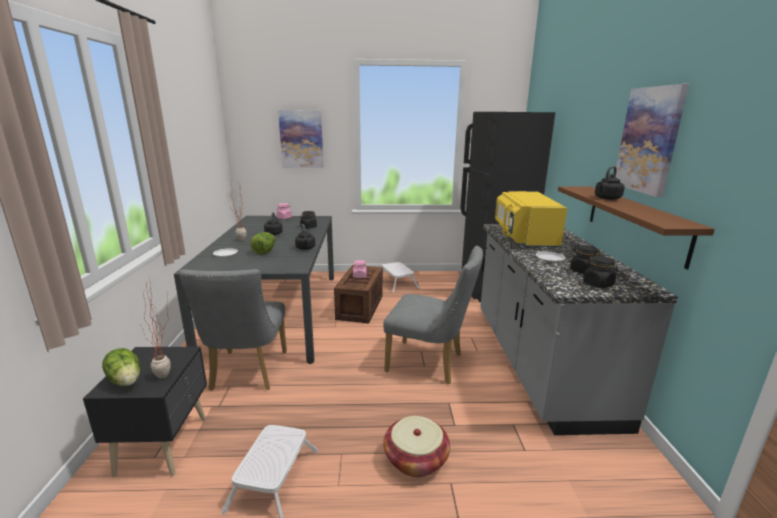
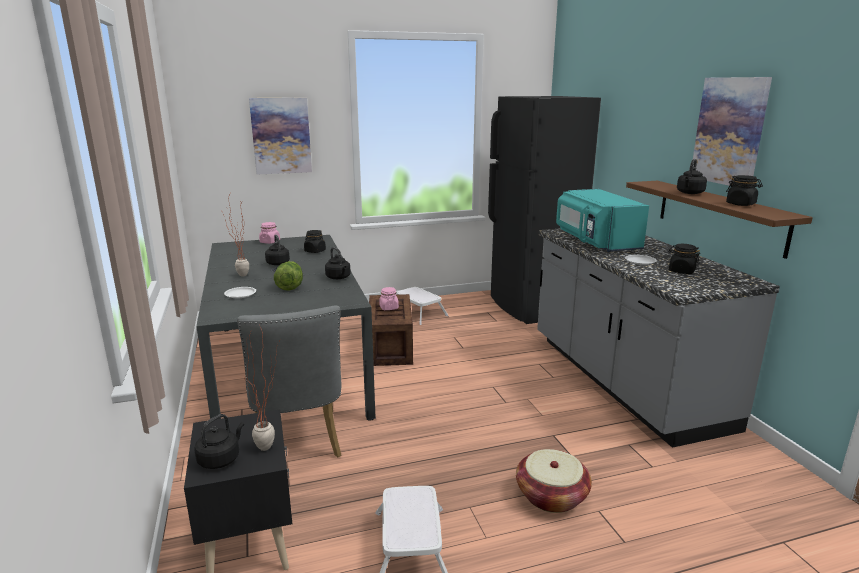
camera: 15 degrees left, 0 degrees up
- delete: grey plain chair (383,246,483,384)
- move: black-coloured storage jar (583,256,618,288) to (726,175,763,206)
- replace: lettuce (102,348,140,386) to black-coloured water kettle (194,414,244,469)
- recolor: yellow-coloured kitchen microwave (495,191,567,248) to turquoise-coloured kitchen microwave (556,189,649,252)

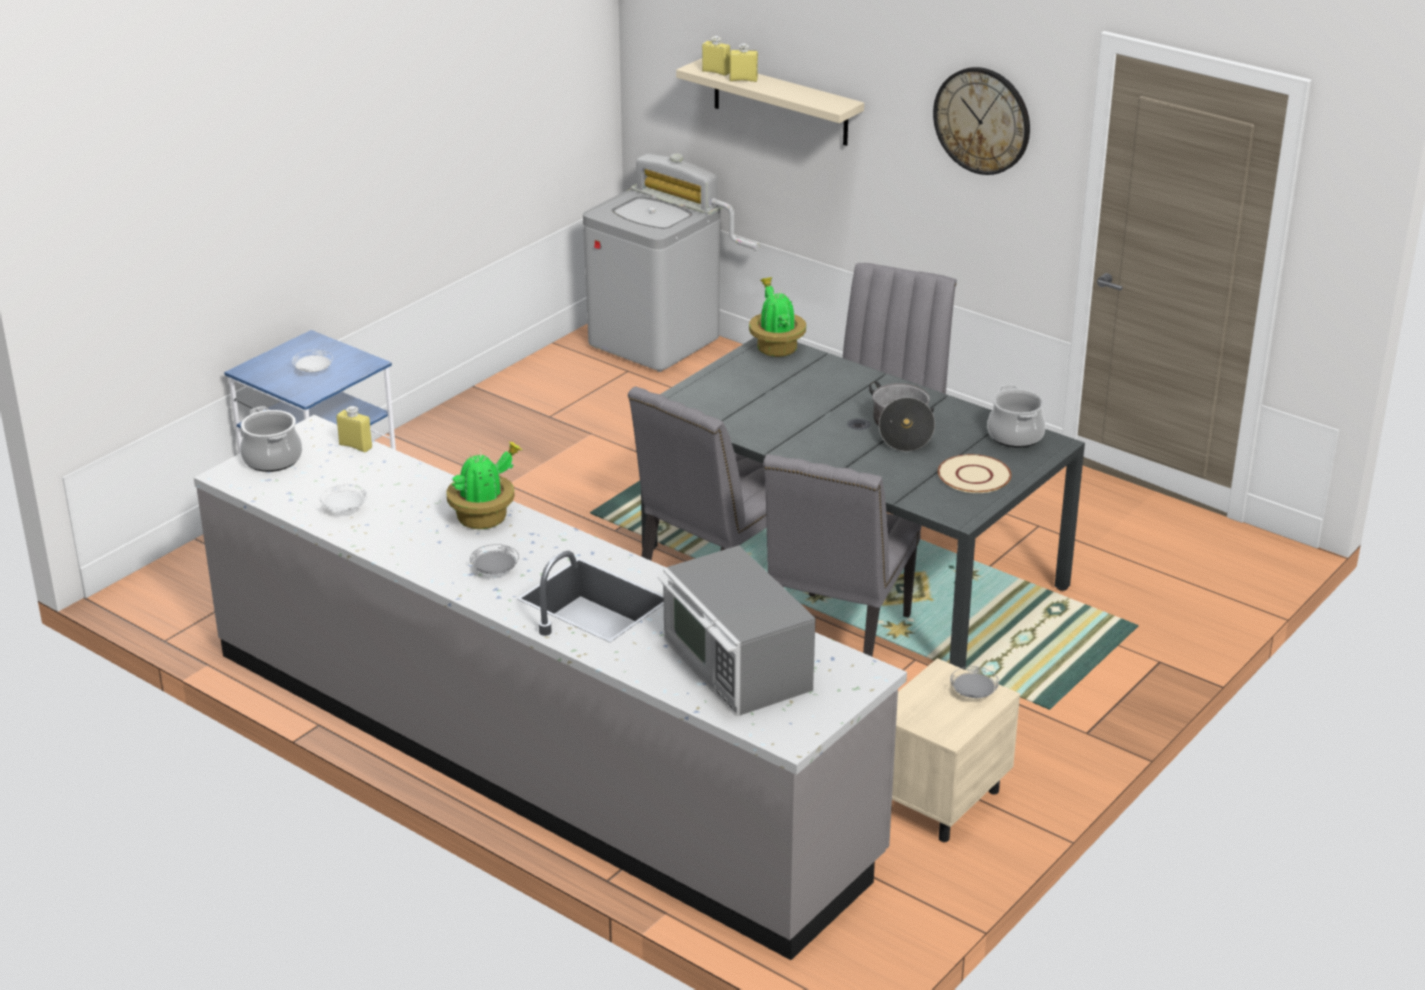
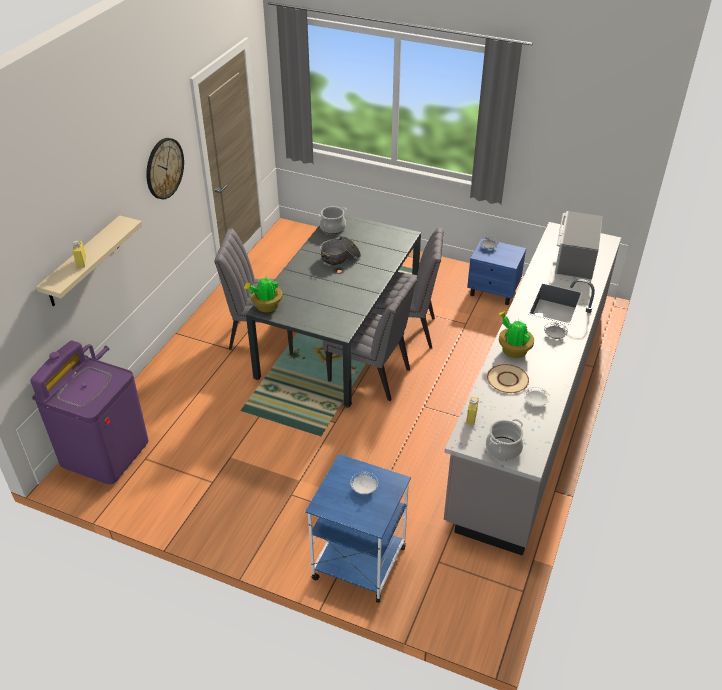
camera: 105 degrees left, 10 degrees up
- delete: yellow-coloured bottle (702,36,730,76)
- move: beige-coloured plate (938,454,1011,493) to (487,364,529,393)
- recolor: grey washing machine (583,154,760,372) to purple washing machine (30,340,149,484)
- recolor: beige-coloured bedside table (892,658,1020,842) to blue-coloured bedside table (467,238,526,305)
- rotate: kitchen microwave (657,545,815,716) = (555,211,603,280) 150 degrees clockwise

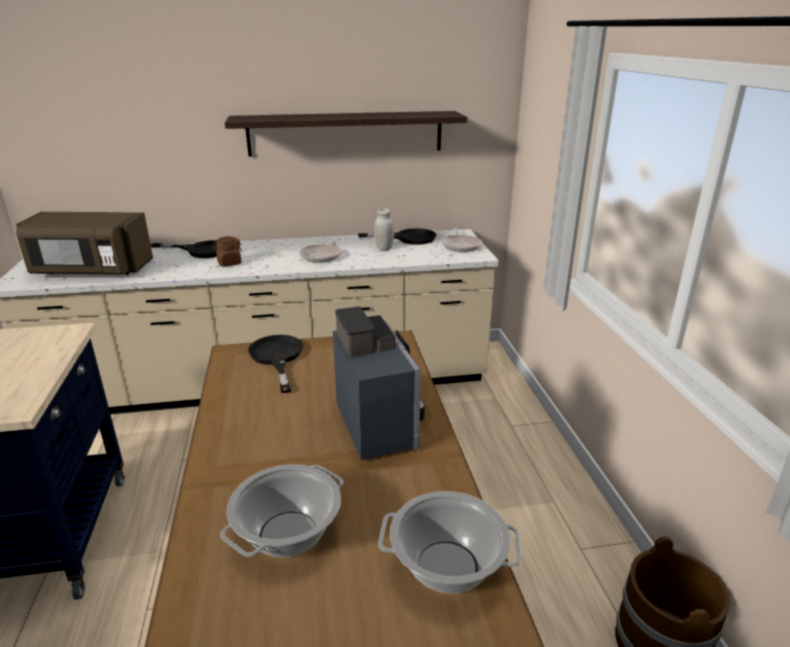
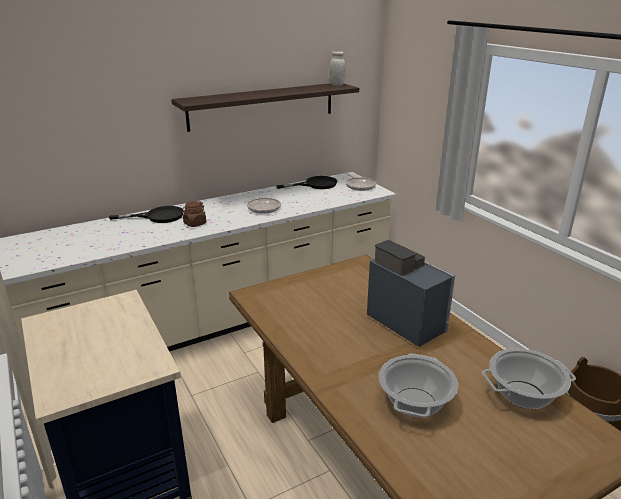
camera: 20 degrees left, 0 degrees up
- delete: brown-coloured kitchen microwave (16,212,153,275)
- delete: black-coloured pan (248,335,303,393)
- move: white storage jar (374,208,394,250) to (329,51,346,86)

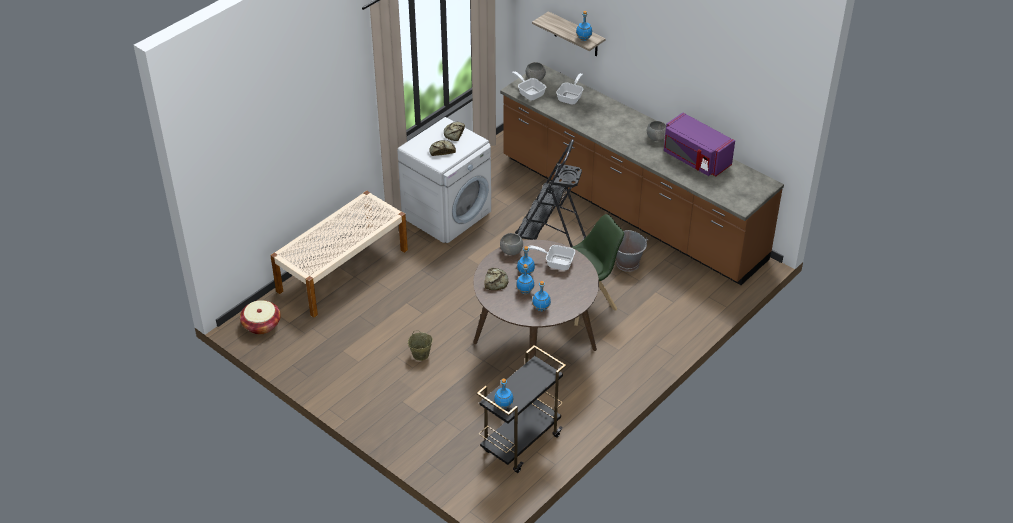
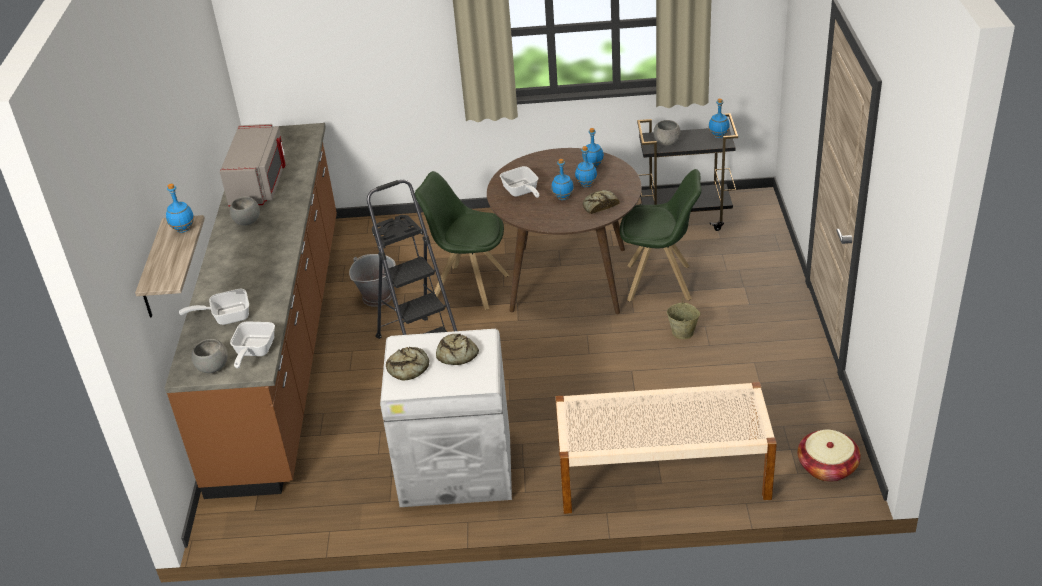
camera: 130 degrees left, 5 degrees down
- insert: green-coloured plain chair (620,169,701,302)
- move: grey deep dish (500,233,523,255) to (654,120,681,146)
- recolor: purple kitchen microwave (664,113,735,176) to grey kitchen microwave (220,124,286,207)

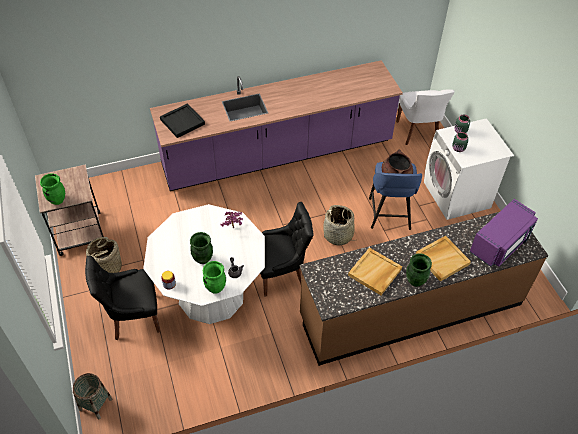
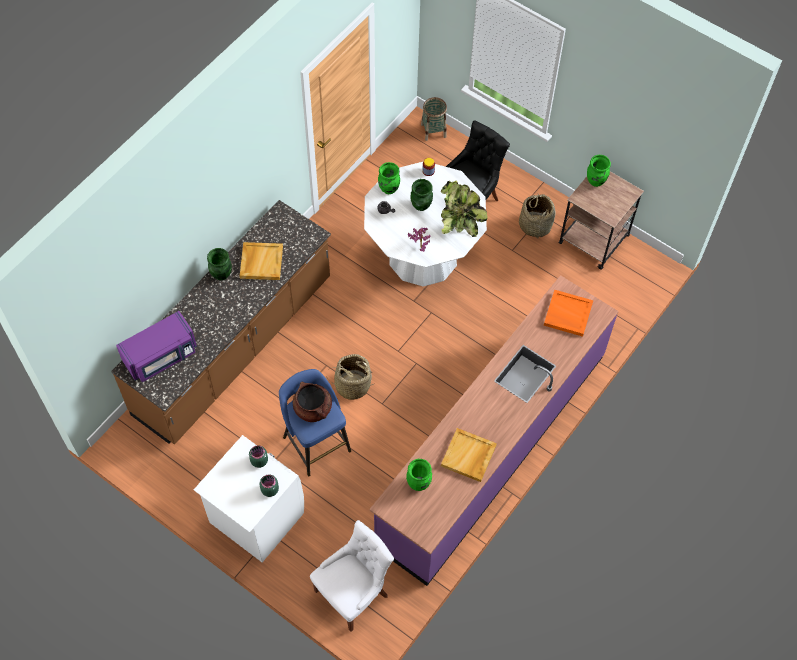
camera: 145 degrees right, 10 degrees up
- delete: black-coloured plain chair (260,202,314,297)
- insert: green-coloured flower vase (406,459,432,491)
- insert: plant in a pot (441,181,488,237)
- move: beige-coloured serving tray (416,236,471,282) to (441,428,497,482)
- recolor: black-coloured serving tray (160,104,205,138) to orangey serving tray (544,290,593,337)
- rotate: white plain chair (396,89,455,145) = (310,520,394,632) 90 degrees clockwise
- rotate: purple kitchen microwave (470,199,538,267) = (116,311,197,382) 135 degrees counterclockwise

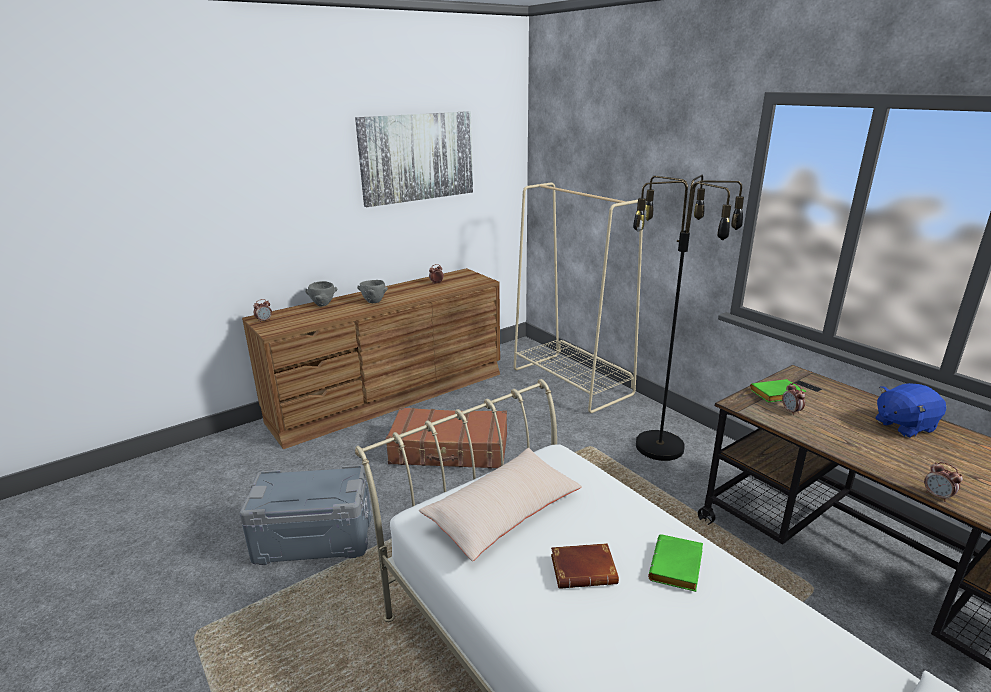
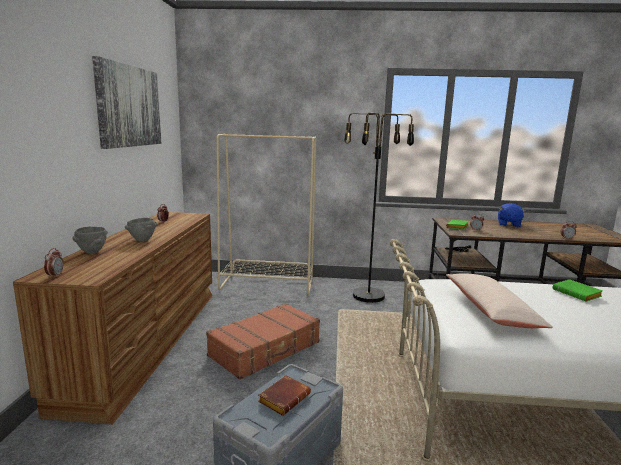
camera: 50 degrees left, 10 degrees down
- move: brown-coloured book (551,543,619,589) to (258,375,311,416)

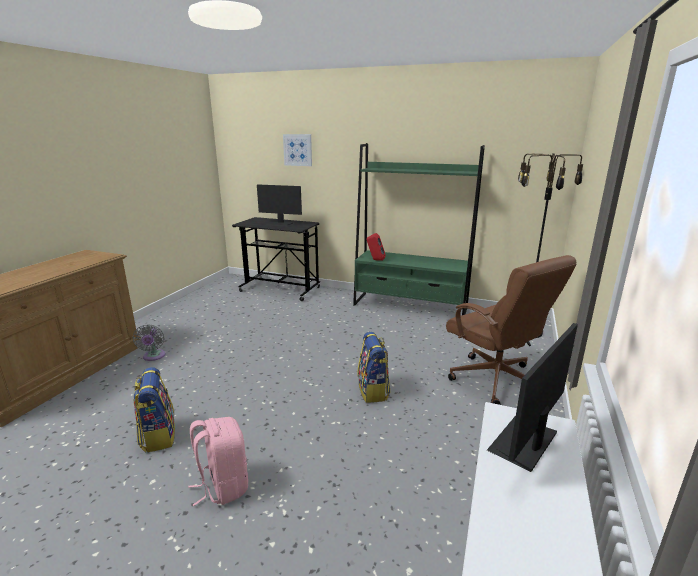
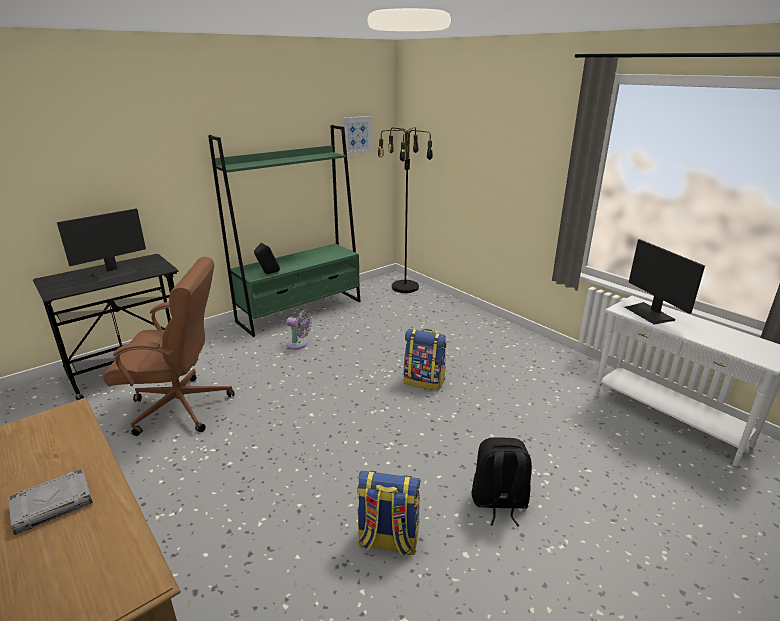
camera: 60 degrees left, 5 degrees up
- insert: grey book (8,469,93,535)
- move: grey fan (132,324,166,361) to (286,310,312,349)
- move: wall art (283,134,312,166) to (342,116,372,155)
- move: brown-coloured desk chair (446,255,576,405) to (103,257,235,436)
- recolor: pink-coloured knapsack (188,417,248,506) to black-coloured knapsack (471,437,532,526)
- recolor: reddish audio speaker (367,233,386,261) to black-coloured audio speaker (254,243,280,274)

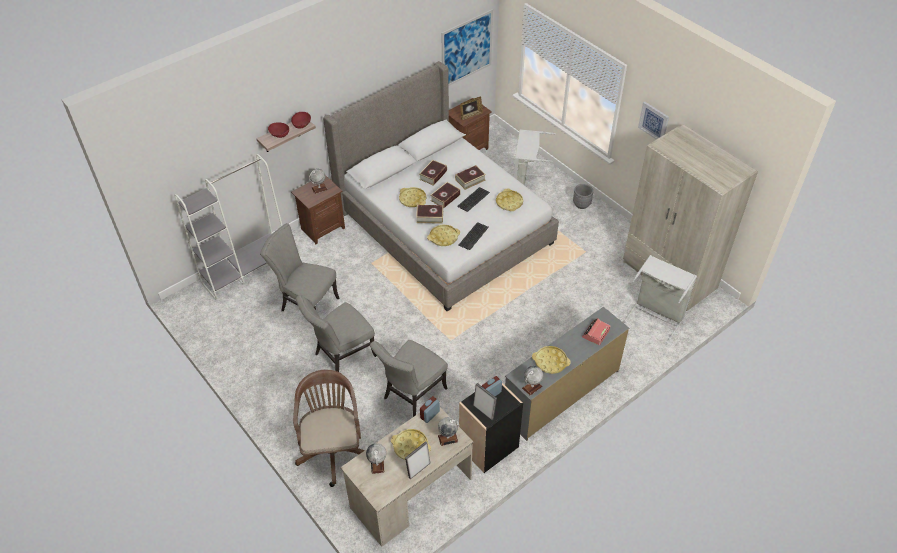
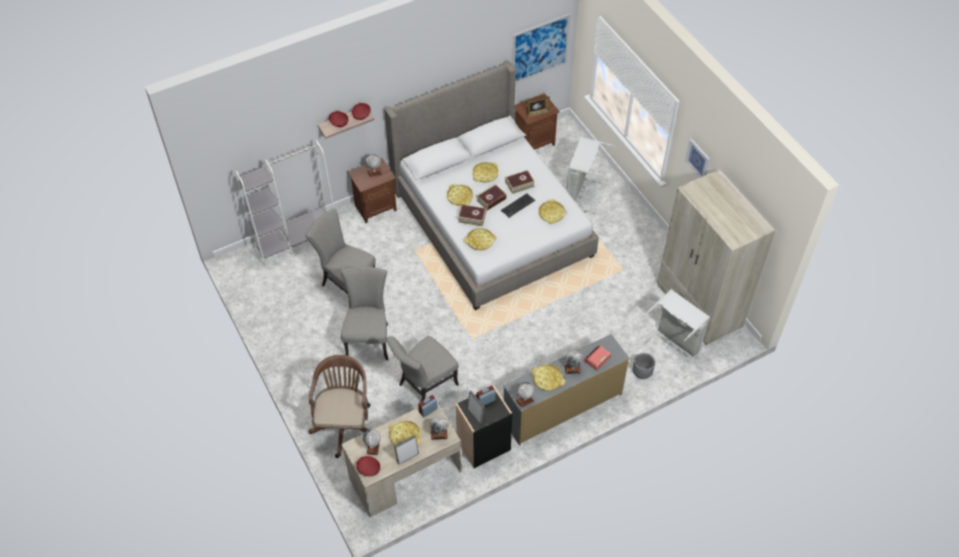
camera: 10 degrees right, 5 degrees up
- delete: keyboard (458,222,489,250)
- insert: reddish deep dish (357,456,380,476)
- insert: globe (564,351,584,374)
- move: grey flower pot (573,184,593,209) to (633,353,655,379)
- replace: book (419,160,447,186) to yellow-coloured serving tray (473,162,498,183)
- rotate: grey plain chair (296,295,377,372) = (341,266,388,360) 120 degrees clockwise

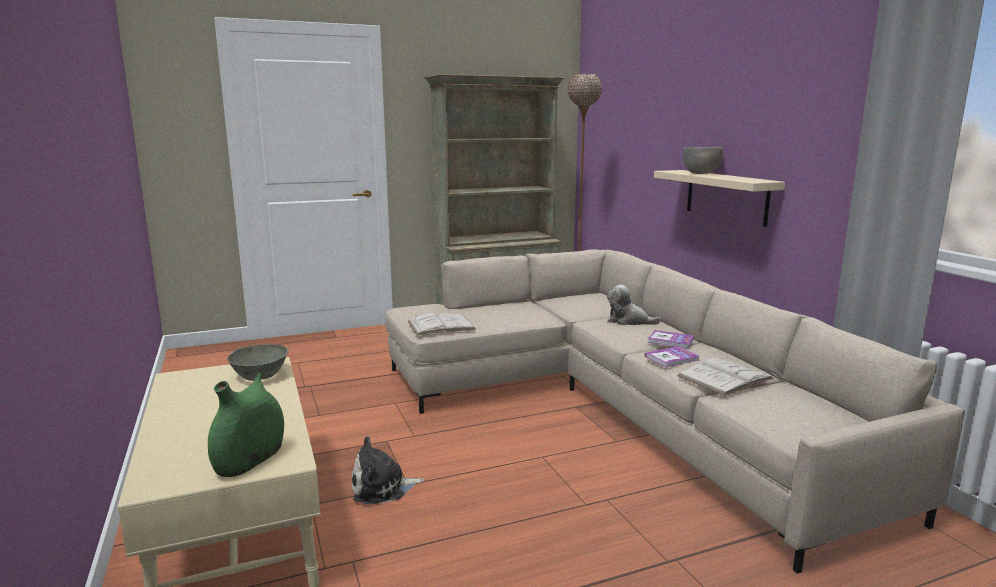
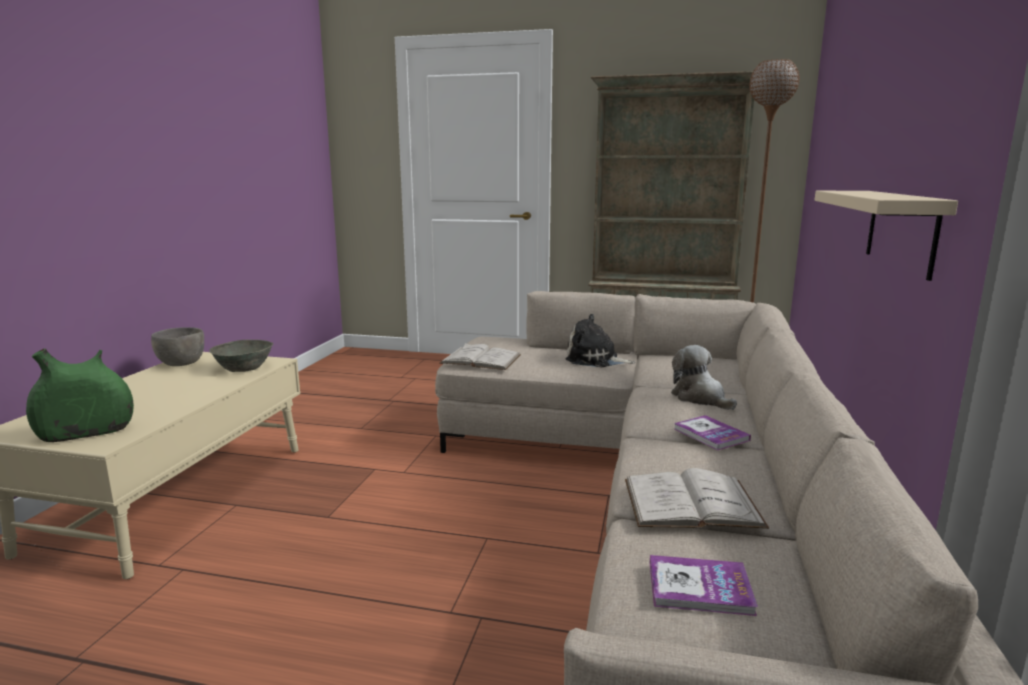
camera: 35 degrees right, 0 degrees up
- move: soft toy (352,436,425,505) to (566,314,635,367)
- move: book (645,346,699,367) to (650,555,758,616)
- move: grey deep dish (683,147,723,174) to (151,327,204,366)

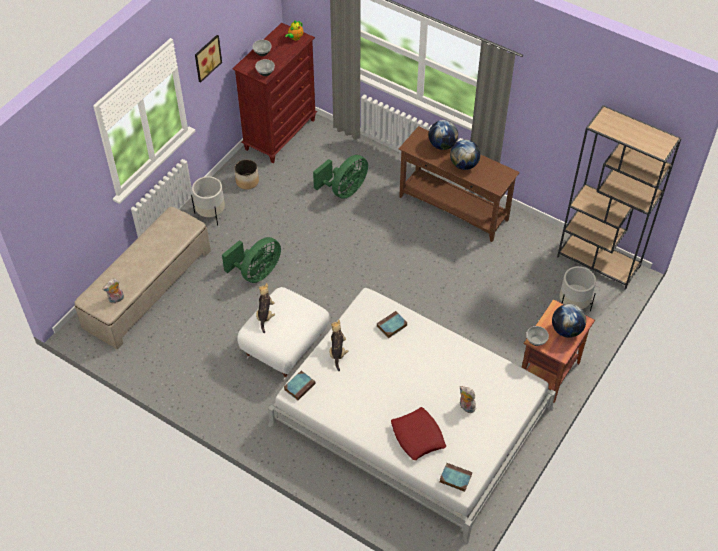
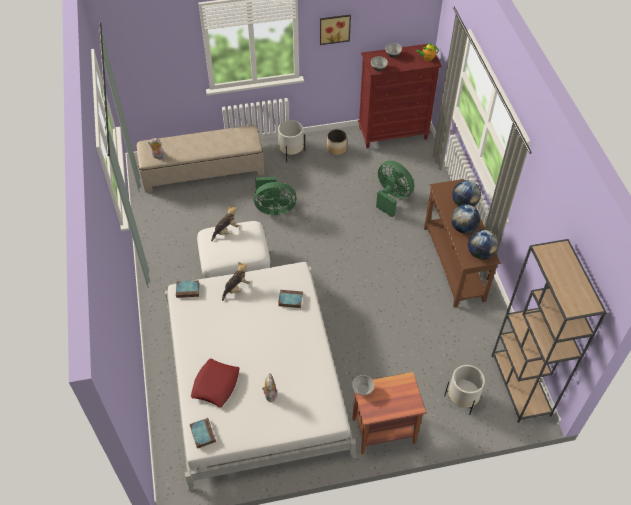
camera: 45 degrees right, 0 degrees up
- move: globe (552,304,586,338) to (468,230,498,259)
- rotate: green-coloured fan (313,155,368,199) = (376,161,414,218) 135 degrees counterclockwise

